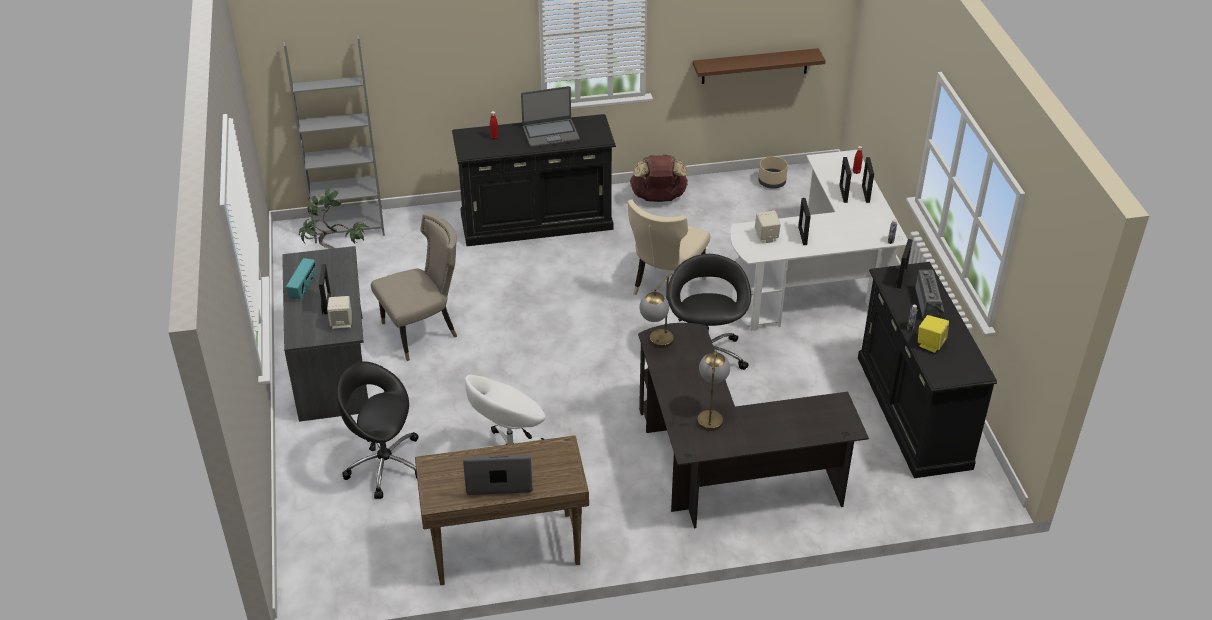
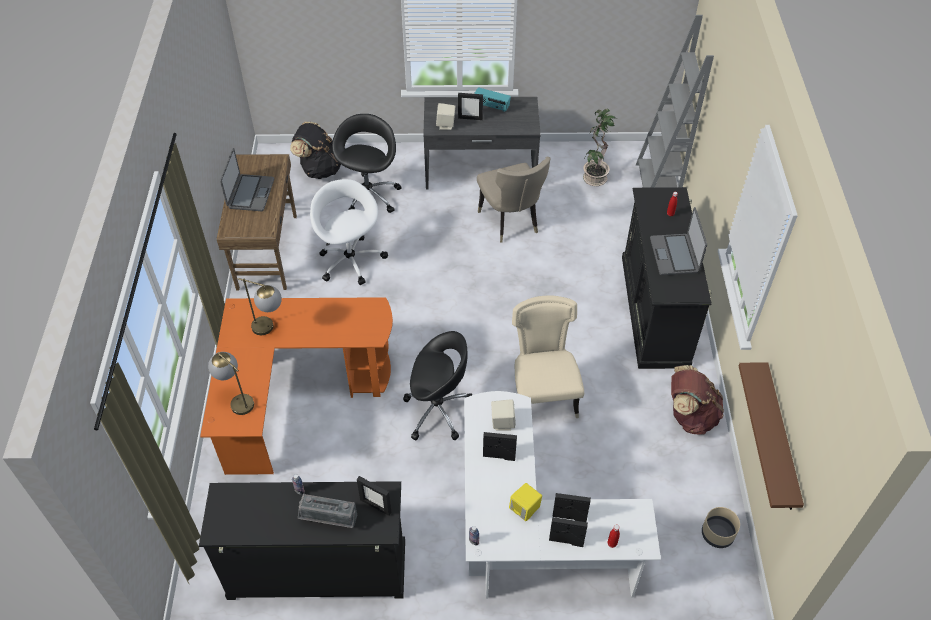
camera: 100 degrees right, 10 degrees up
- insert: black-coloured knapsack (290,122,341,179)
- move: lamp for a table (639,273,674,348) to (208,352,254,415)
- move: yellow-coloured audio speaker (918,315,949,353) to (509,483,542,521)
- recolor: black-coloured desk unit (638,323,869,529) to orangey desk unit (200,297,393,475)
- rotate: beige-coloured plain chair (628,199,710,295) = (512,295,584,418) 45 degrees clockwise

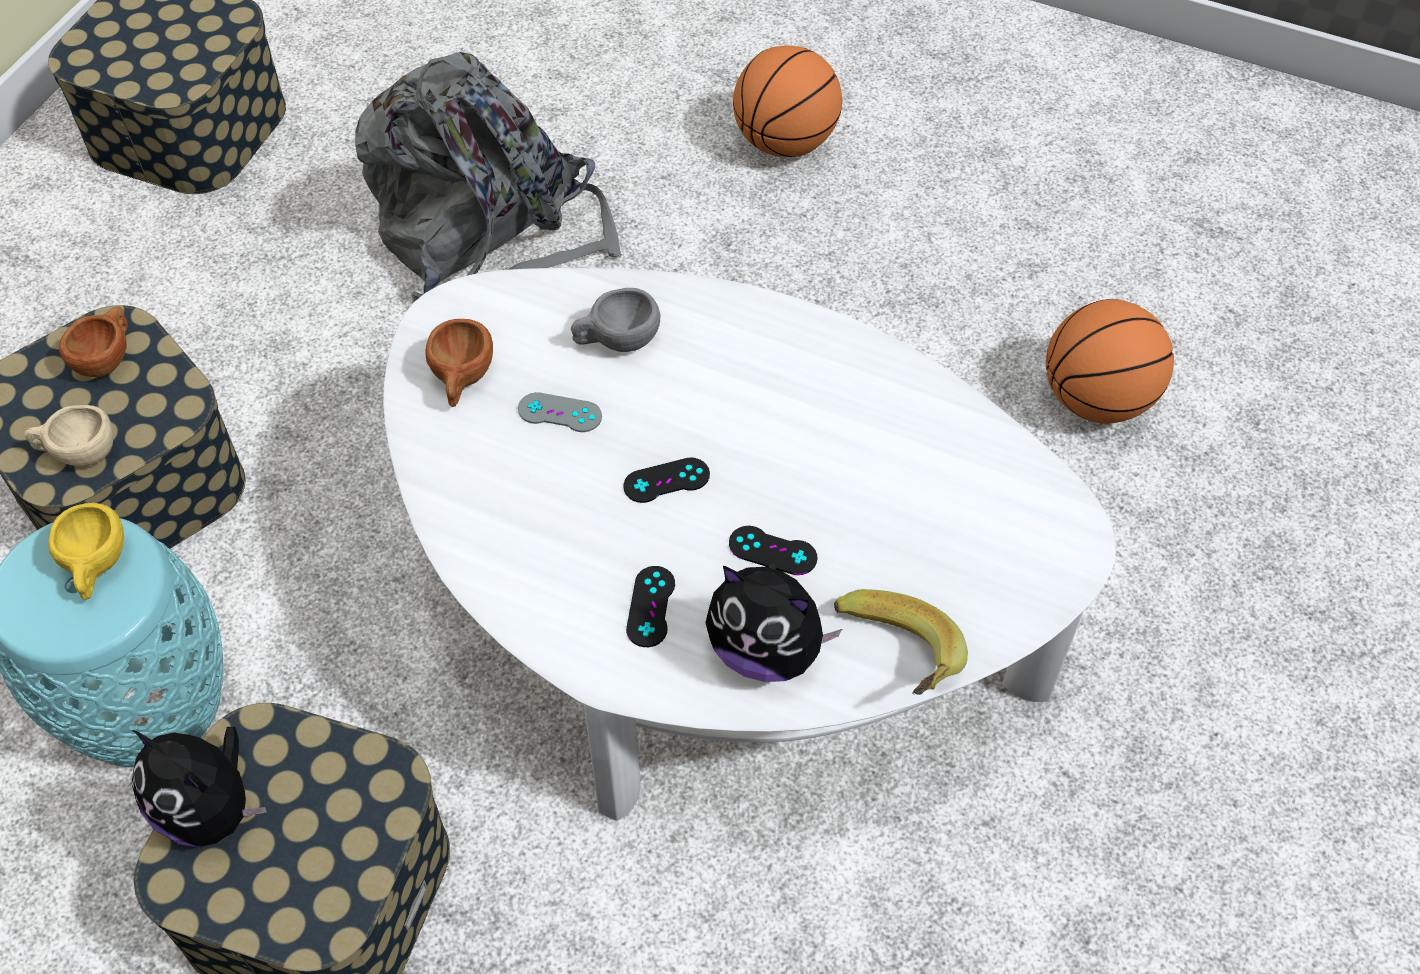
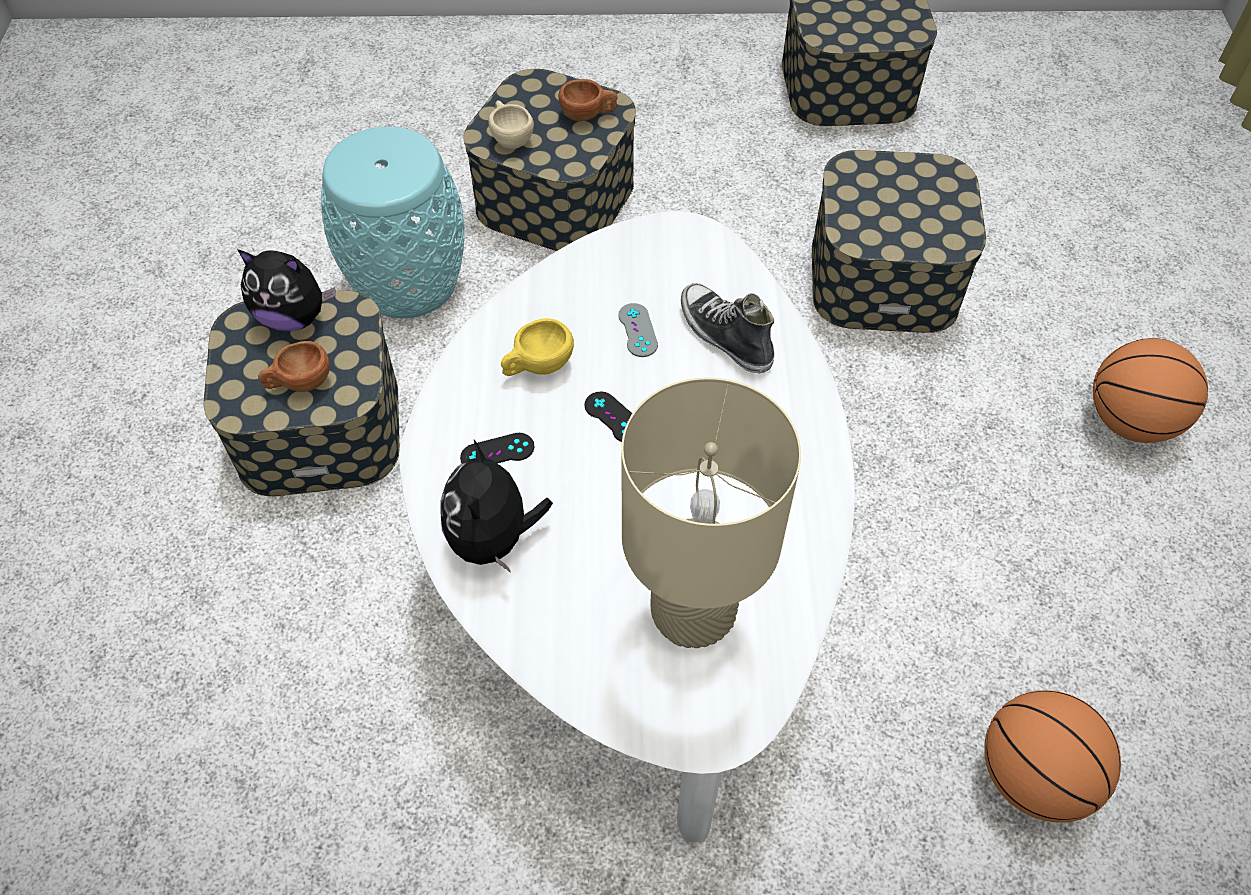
camera: 65 degrees right, 0 degrees up
- delete: black-coloured game controller (729,526,817,575)
- delete: banana (834,589,968,695)
- insert: beige-coloured lamp for a table (621,378,801,648)
- move: yellow-coloured small cup (48,503,124,600) to (501,318,574,376)
- move: brown-coloured small cup (425,319,493,407) to (258,341,330,392)
- replace: grey knapsack (355,52,622,303) to storage container (812,150,986,333)
- replace: grey small cup (571,288,660,352) to item of footwear (681,283,774,373)
- rotate: soft toy (131,727,267,847) = (237,249,335,332) 90 degrees counterclockwise

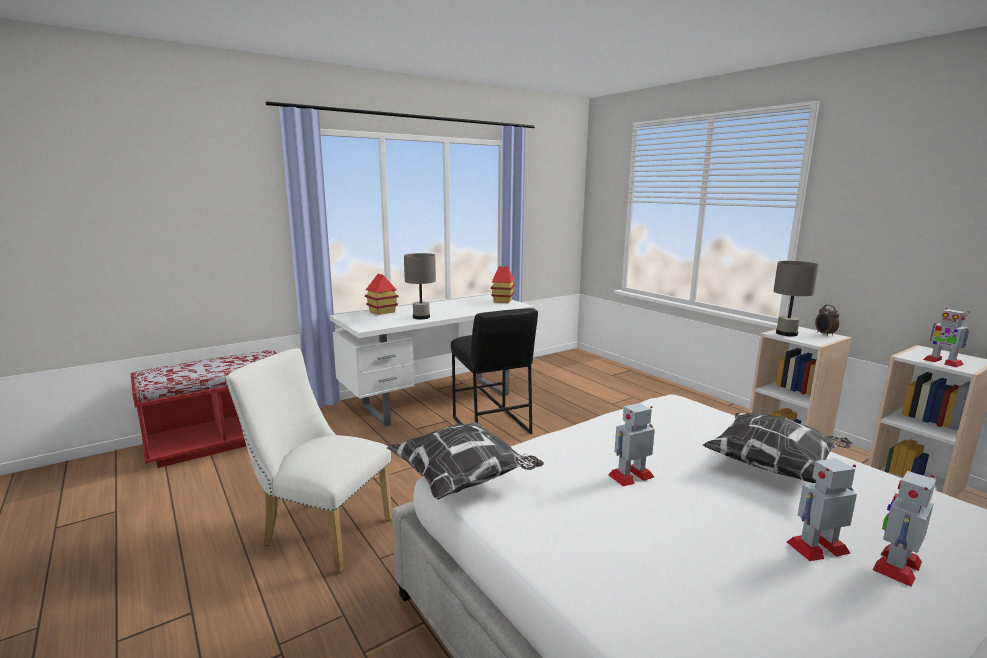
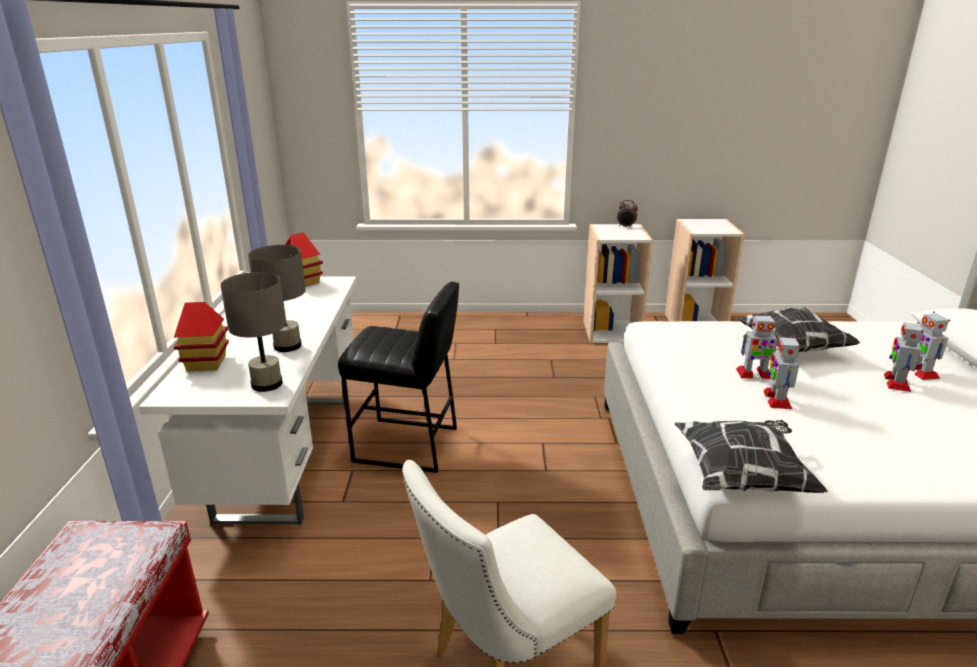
camera: 55 degrees left, 10 degrees up
- move: grey lamp for a table (774,261,818,336) to (221,272,286,392)
- move: toy robot (923,308,970,367) to (736,315,779,379)

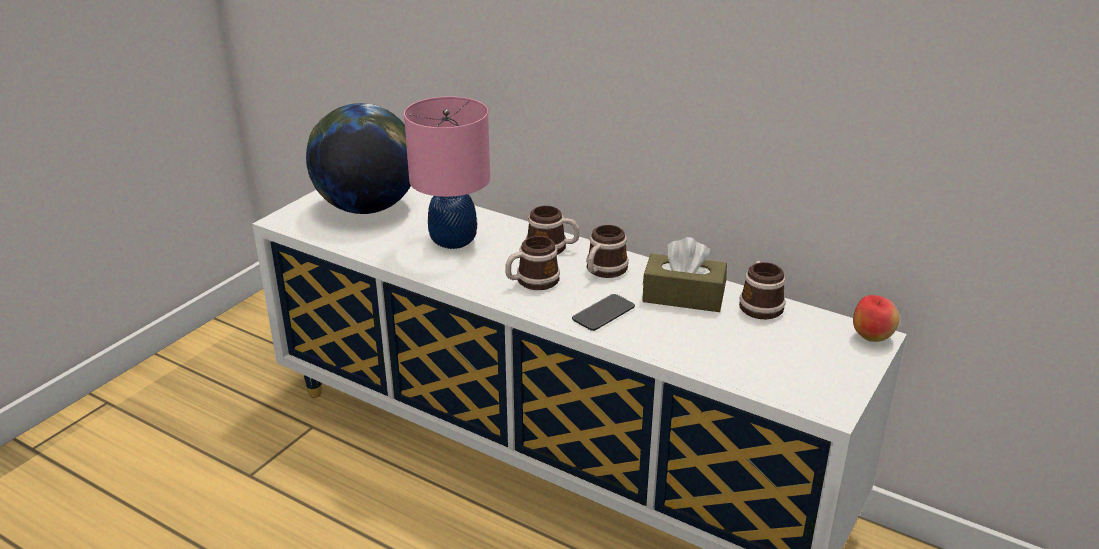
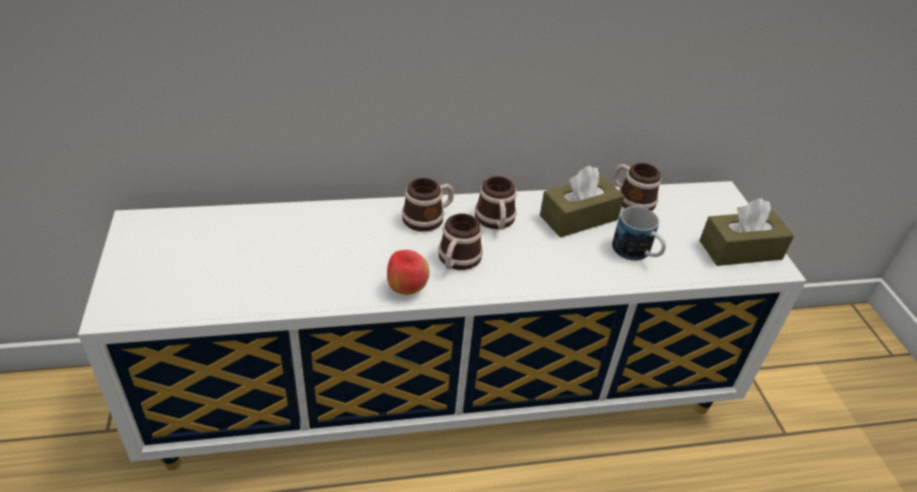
camera: 45 degrees left, 10 degrees up
- delete: globe (306,103,411,214)
- delete: pink-coloured lamp for a table (404,96,490,249)
- delete: handset (572,294,635,331)
- insert: coffee mug (612,206,666,261)
- insert: brown-coloured box of tissues (699,198,794,266)
- move: apple (853,295,899,342) to (387,250,430,295)

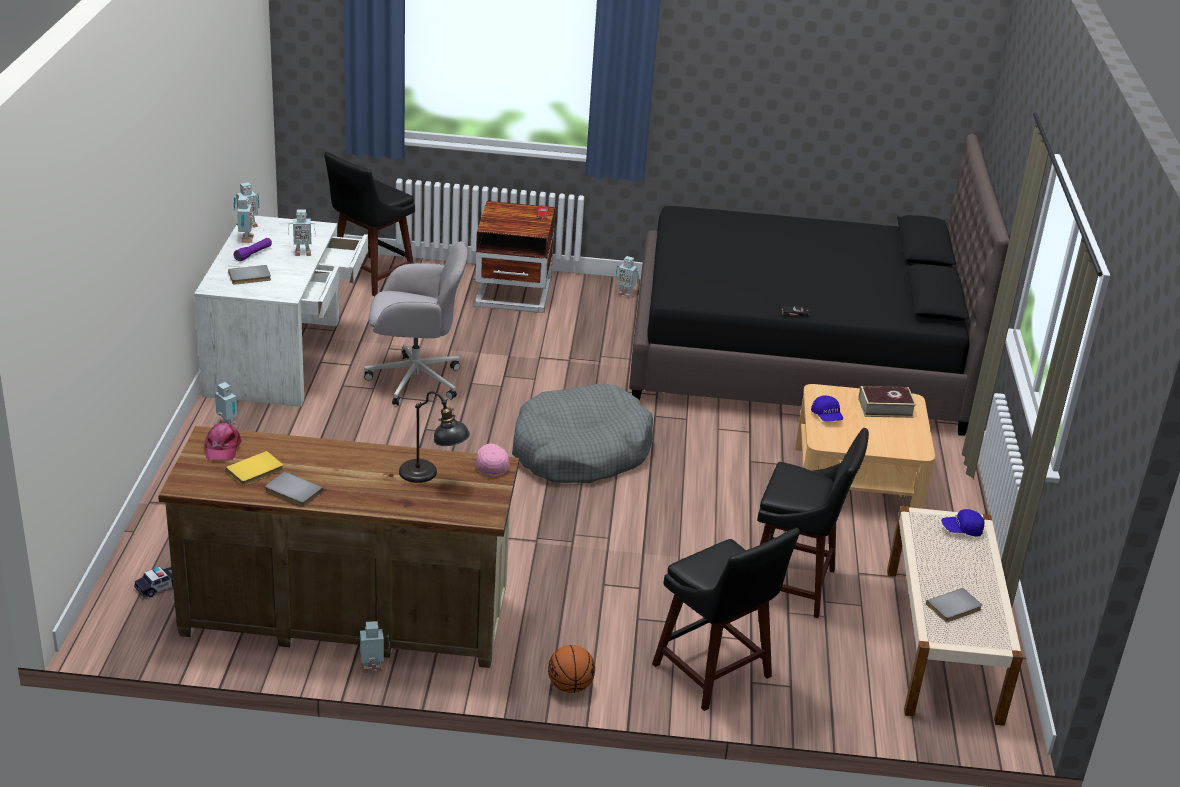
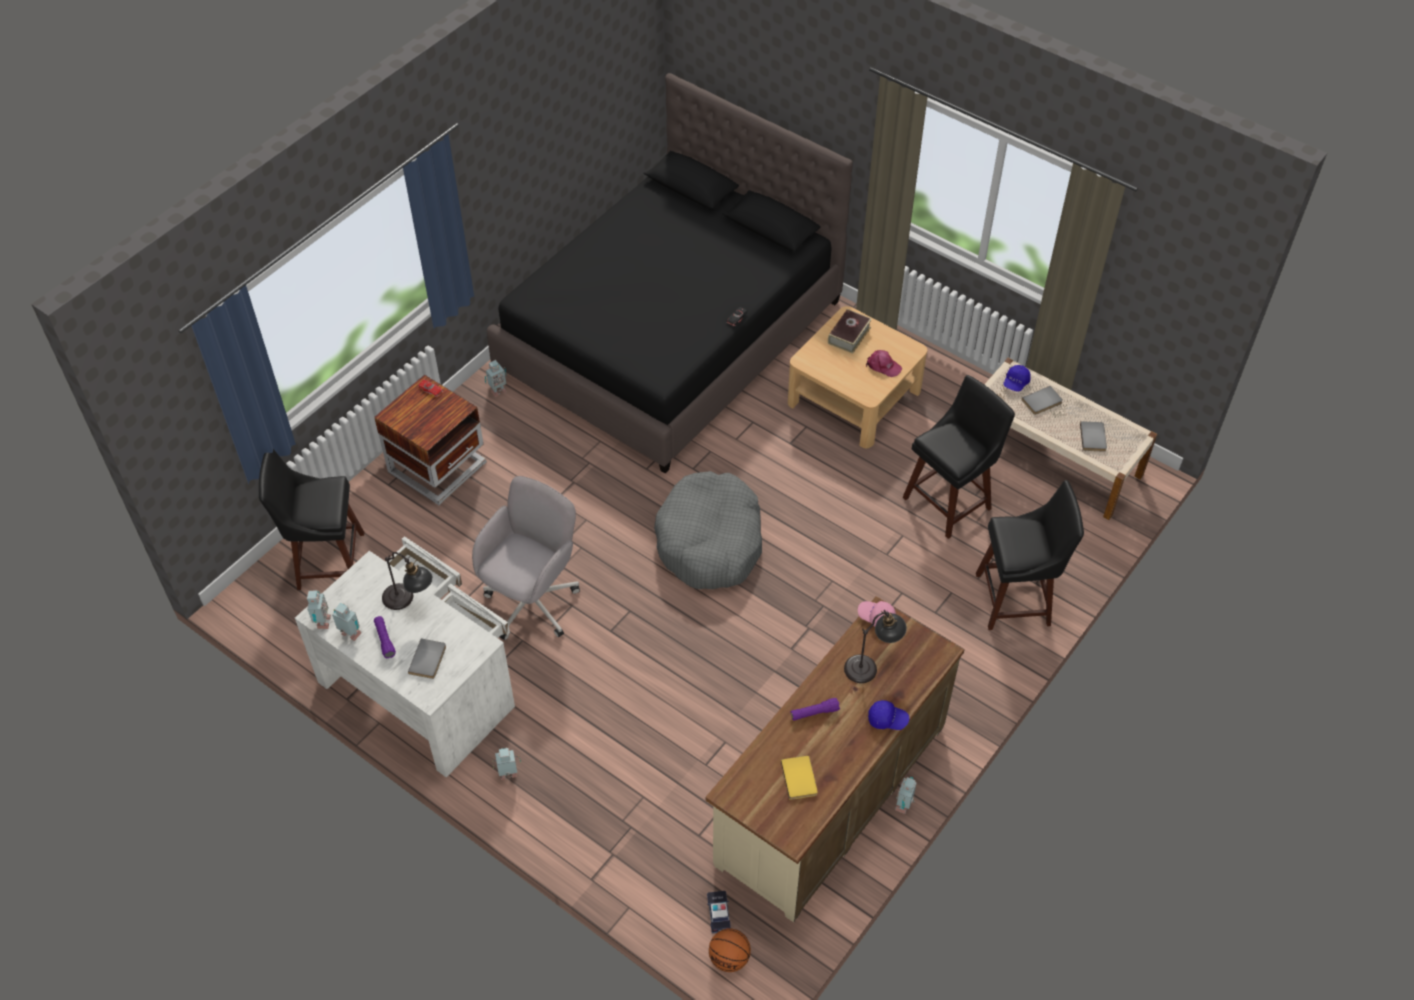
camera: 55 degrees left, 20 degrees up
- insert: purple hand torch (791,698,840,720)
- move: pink-coloured cap (205,423,241,460) to (866,350,902,377)
- move: grey book (265,471,323,507) to (1022,386,1063,415)
- move: basketball (548,645,595,693) to (709,929,751,972)
- move: blue-coloured cap (811,395,843,422) to (868,700,909,730)
- replace: toy robot (288,209,316,256) to grey lamp for a table (382,552,433,610)
- rotate: black-coloured plain chair (324,152,415,296) = (259,449,364,590) 105 degrees clockwise

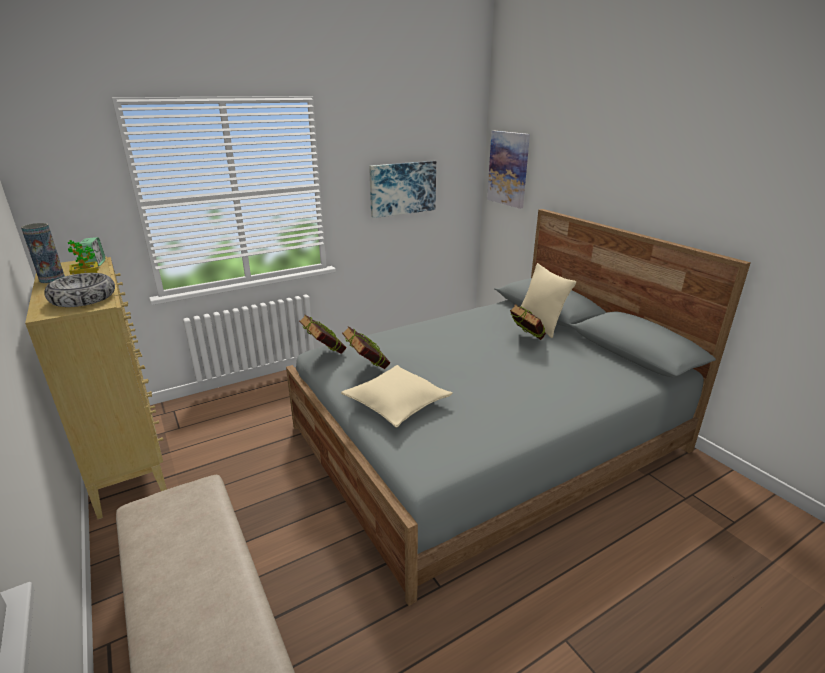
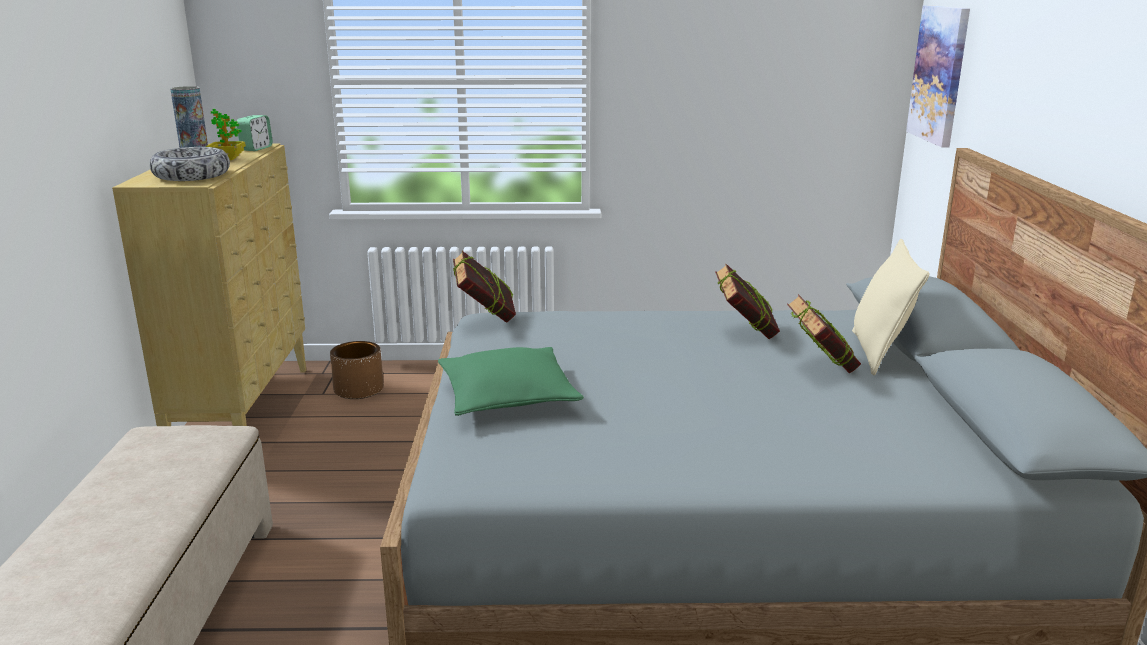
camera: 30 degrees right, 5 degrees down
- delete: wall art (369,161,436,218)
- insert: brown-coloured flower pot (330,341,384,399)
- move: book (342,326,391,369) to (715,264,780,339)
- recolor: beige-coloured pillow (341,365,453,428) to green-coloured pillow (438,347,584,416)

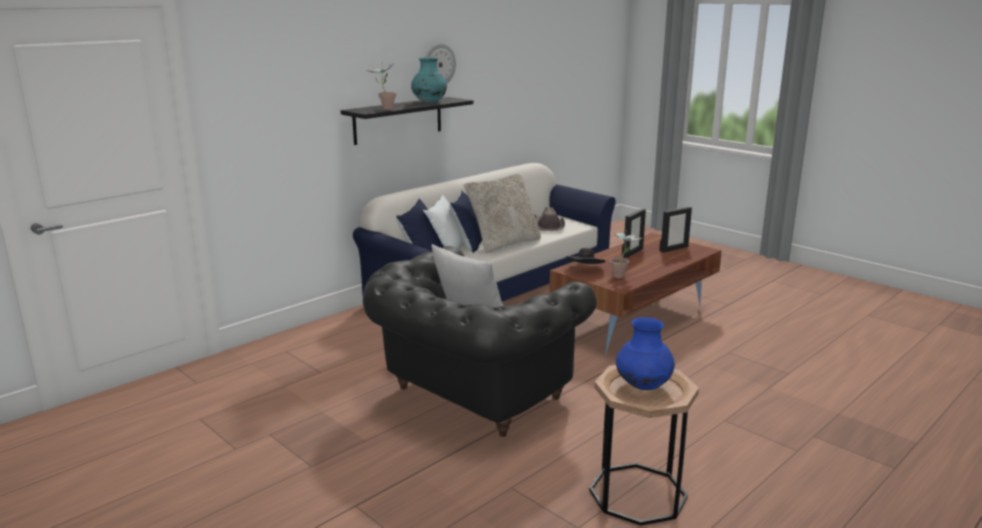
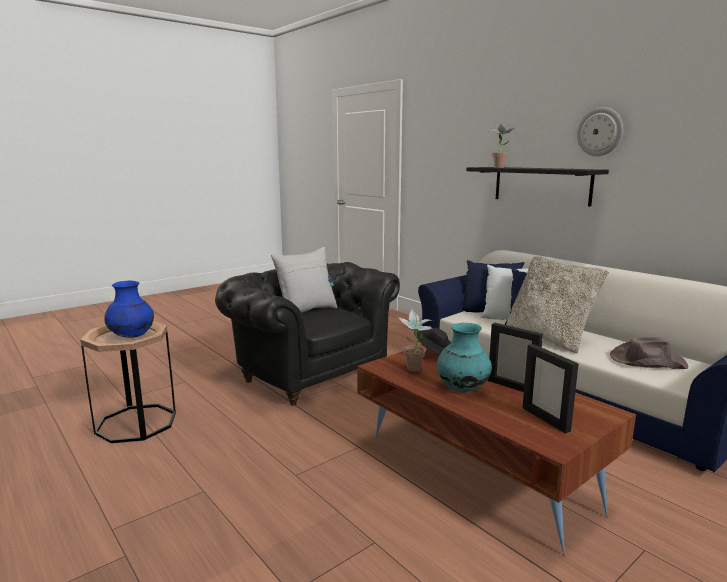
camera: 95 degrees right, 5 degrees down
- move: turquoise-coloured flower vase (411,57,447,103) to (437,323,492,392)

